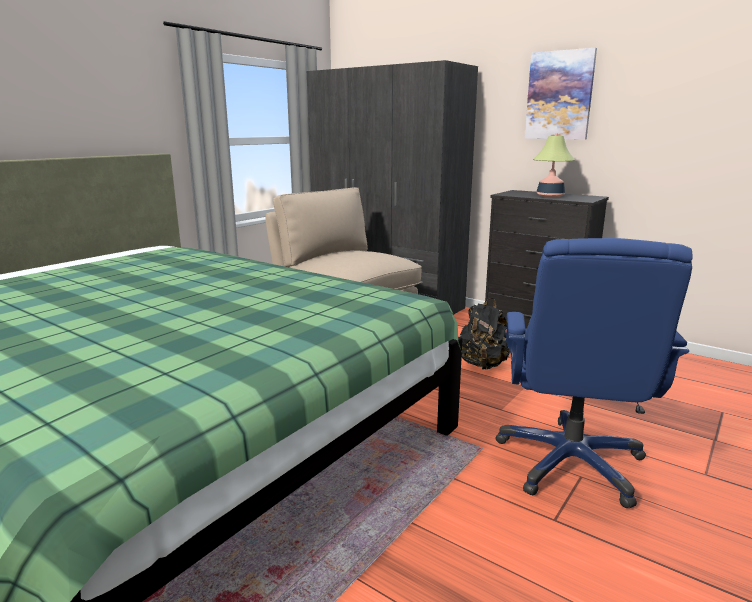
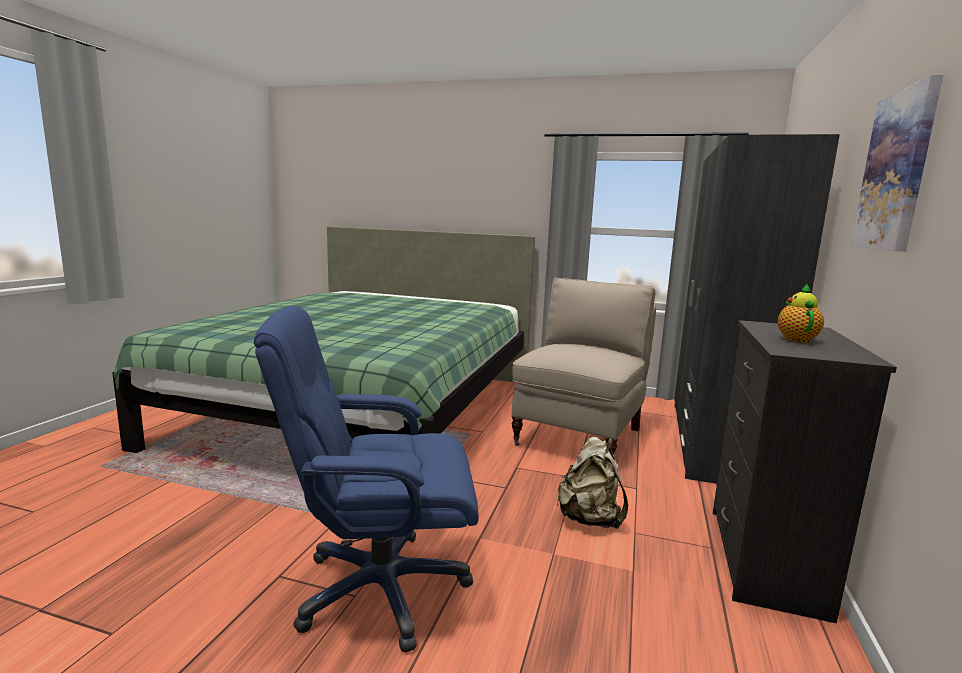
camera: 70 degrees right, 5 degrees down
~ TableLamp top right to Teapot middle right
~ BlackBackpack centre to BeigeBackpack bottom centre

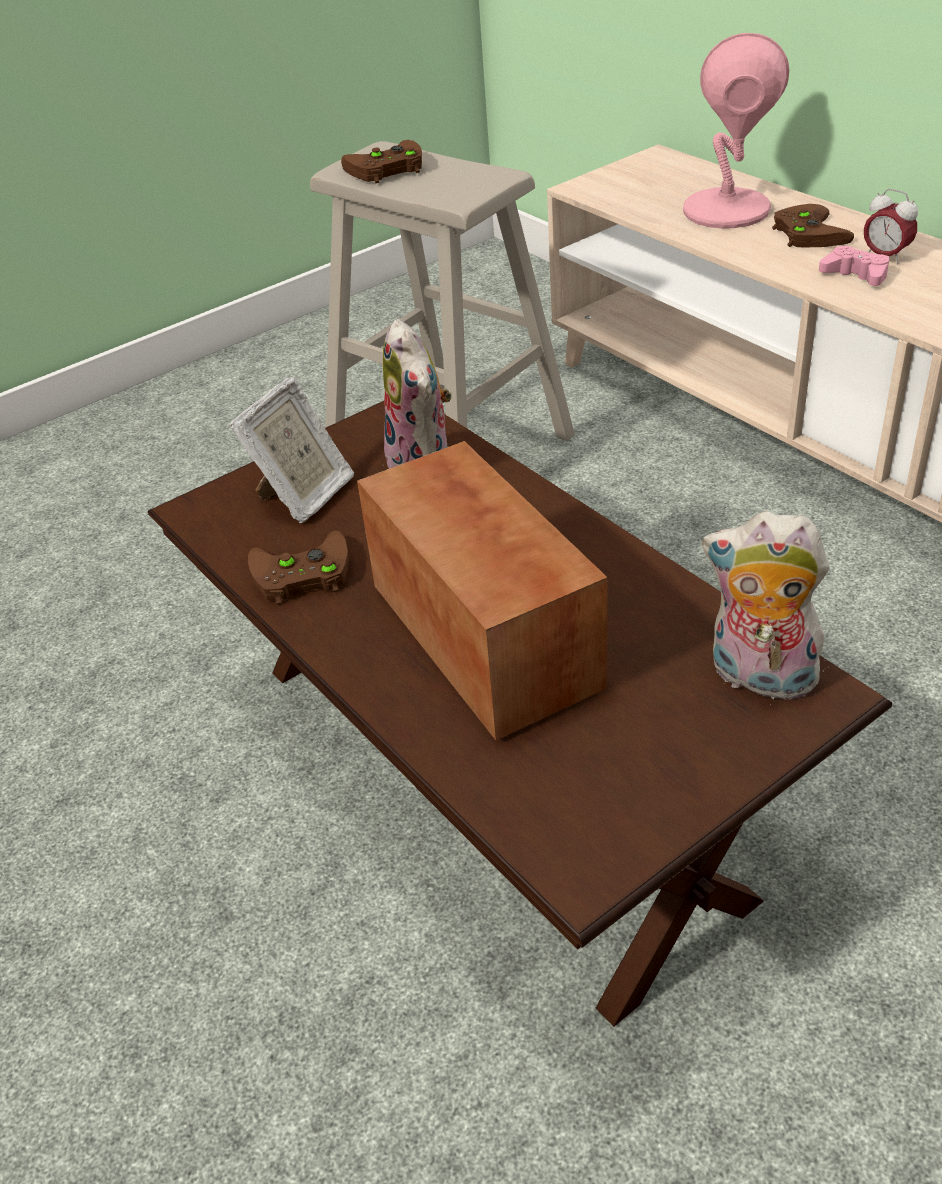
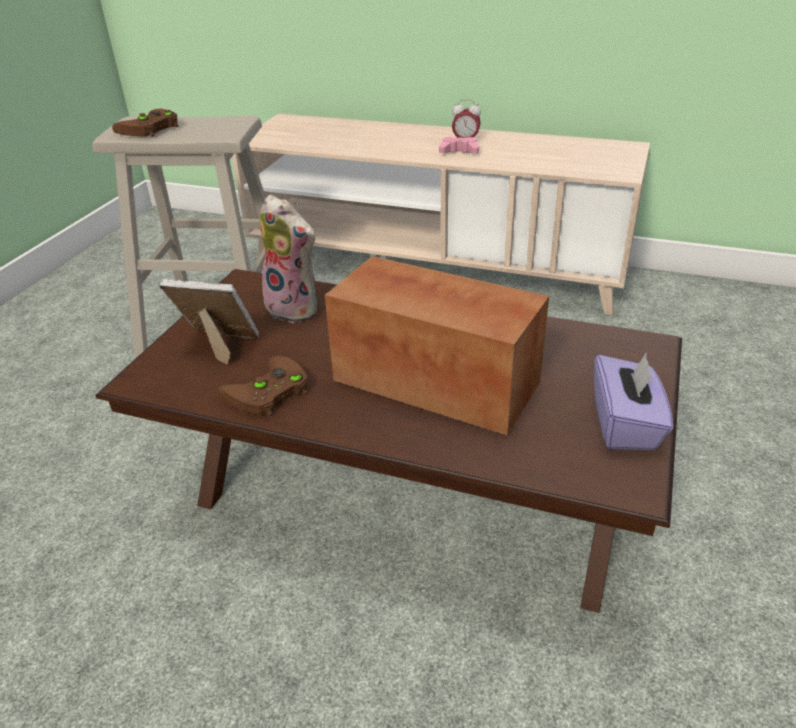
camera: 35 degrees left, 5 degrees down
- PinkTableLamp top right
- PlushToy (2nd from left) middle right
- BrownGameController (3rd from left) top right
+ PurpleTissueBox middle right
~ PictureFrame middle left = middle left 75 degrees counterclockwise

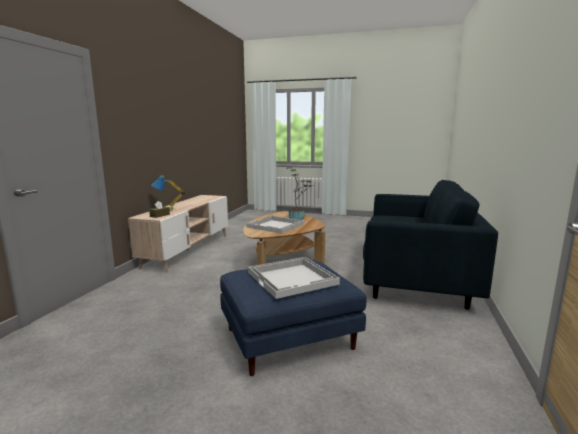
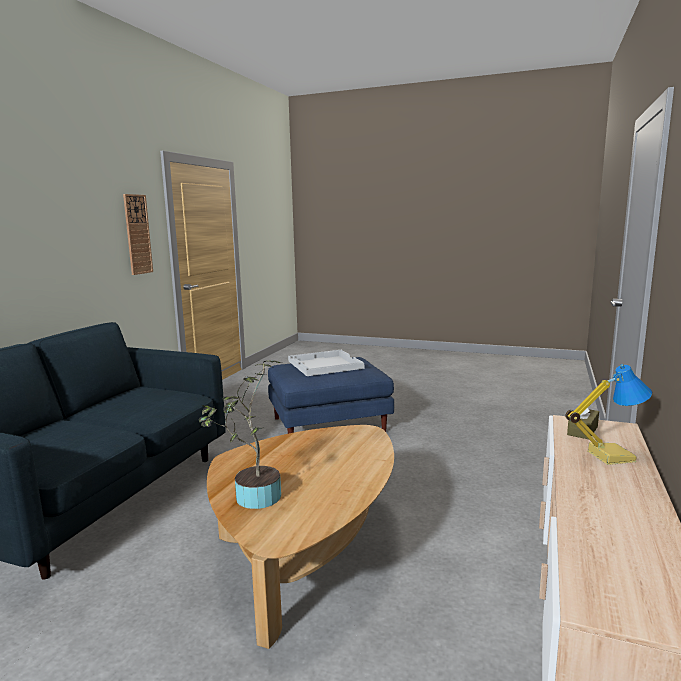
camera: 175 degrees left, 0 degrees up
- WhiteTray (1st from left) centre
+ WallClock middle left

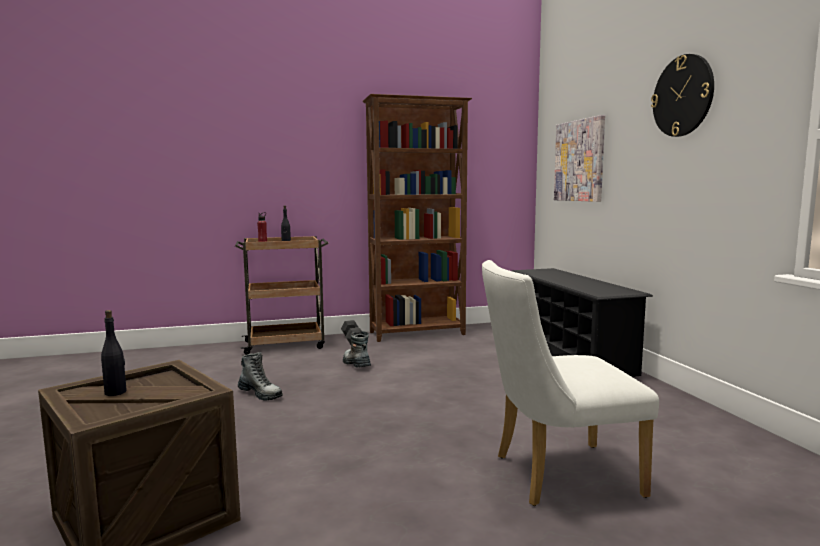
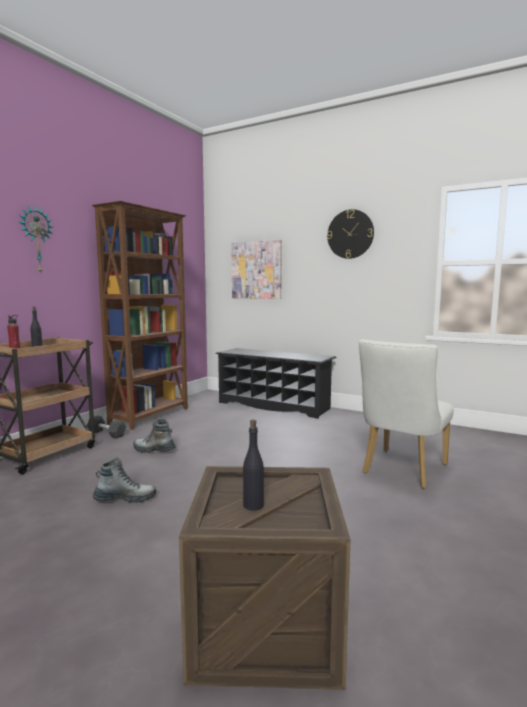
camera: 45 degrees left, 0 degrees up
+ WallClock (1st from left) middle left

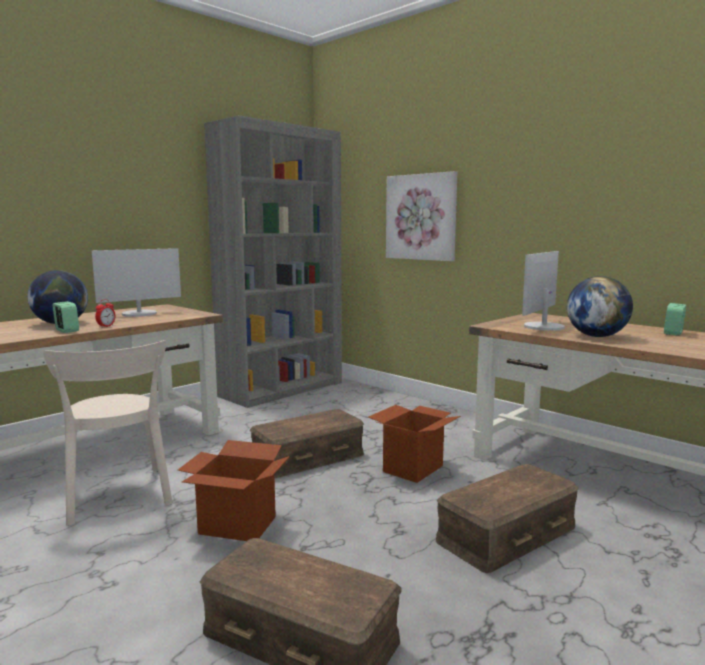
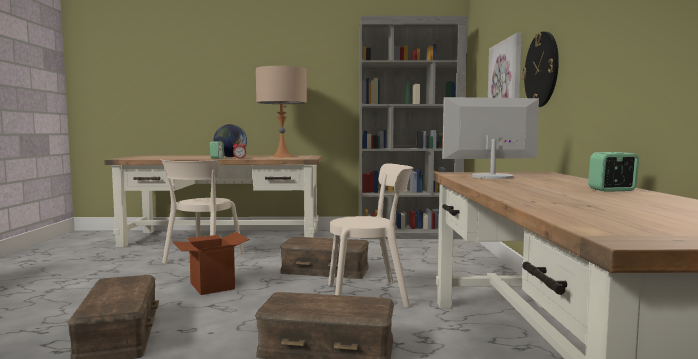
camera: 45 degrees right, 5 degrees down
- Globe (2nd from left) middle right
+ WallClock top right
~ Monitor (1st from left) middle left to BeigeTableLamp top centre
~ CardboardBox (2nd from left) bottom centre to BeigeChair (2nd from left) centre

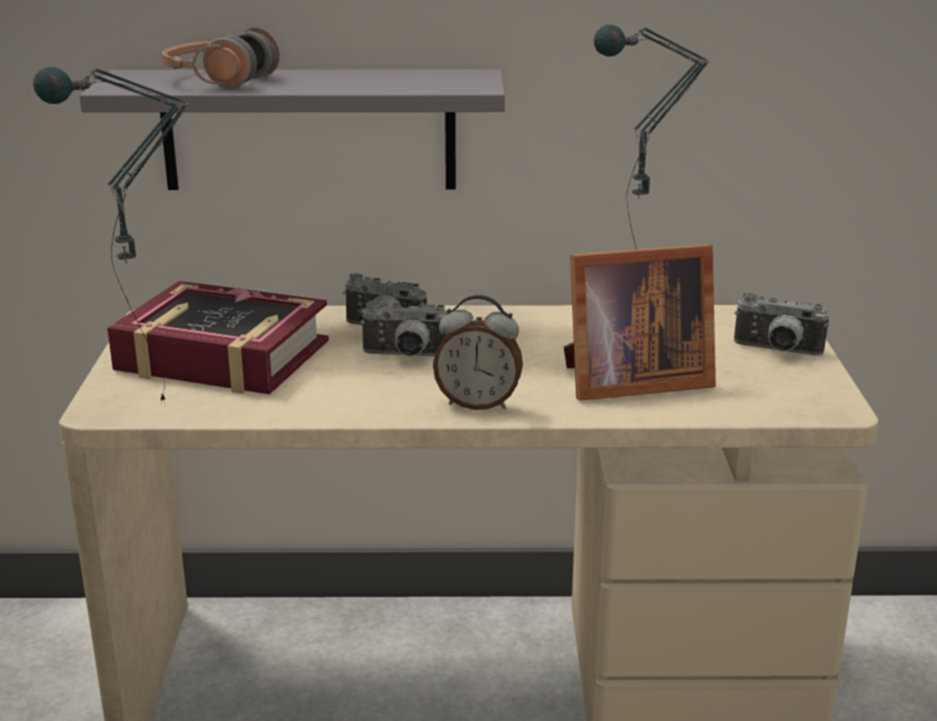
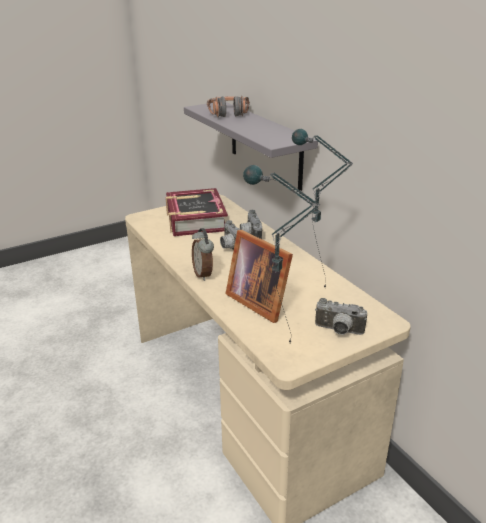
camera: 60 degrees right, 5 degrees up
~ TableLamp (1st from left) top left to centre
~ PhotoCamera (3rd from left) middle right = middle right 60 degrees counterclockwise

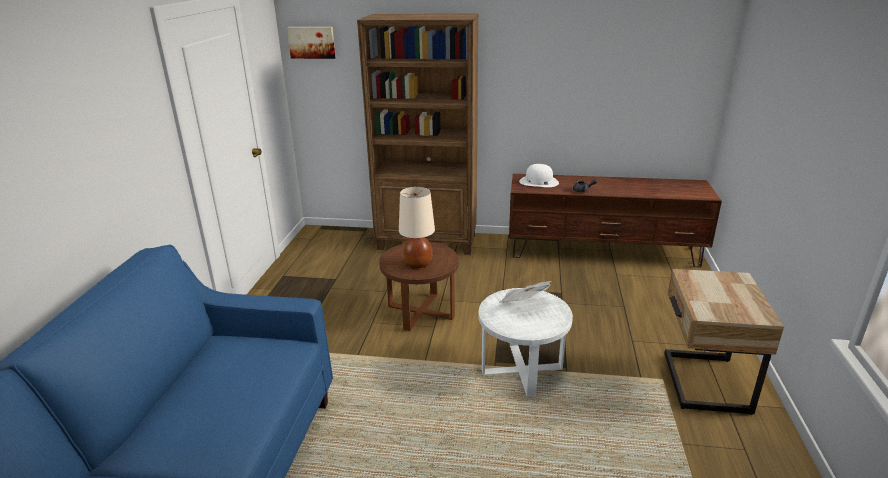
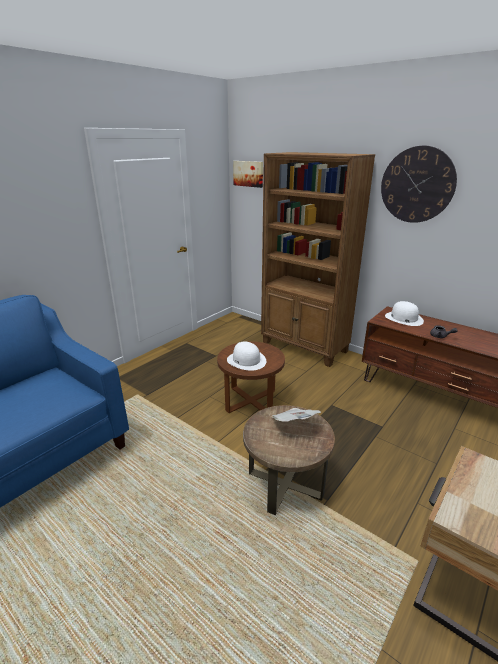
camera: 30 degrees right, 0 degrees up
+ WallClock top right
~ BeigeTableLamp centre to WhiteHat (1st from left) centre
~ WhiteSideTable bottom centre to BrownSideTable (2nd from left) bottom centre

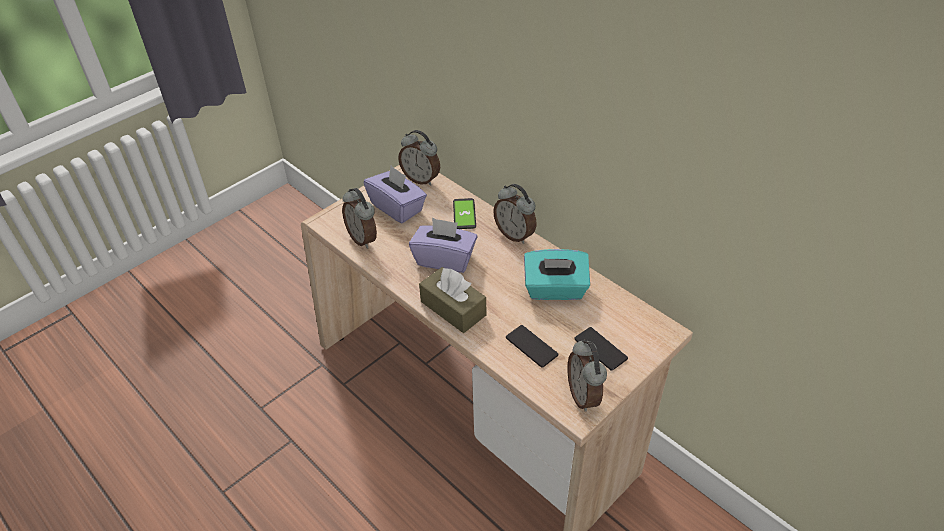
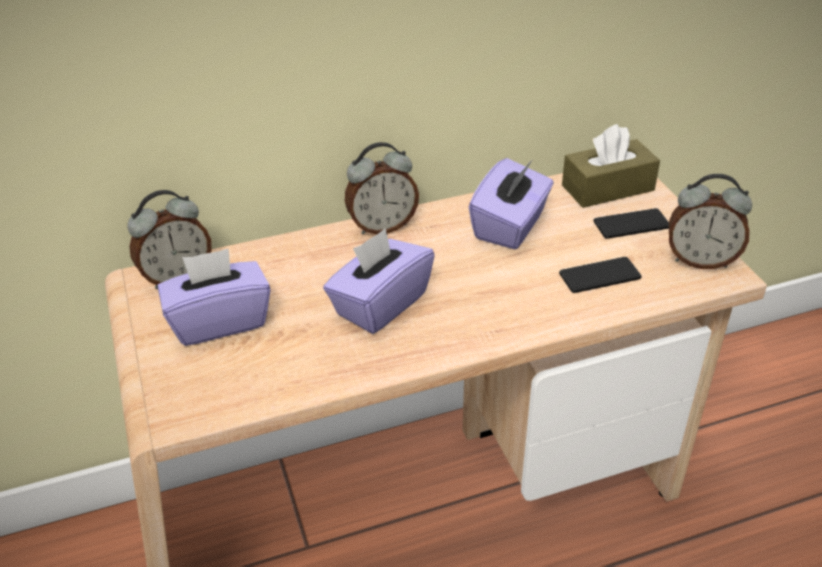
camera: 65 degrees left, 5 degrees down
- AlarmClock (1st from left) centre
- Phone (1st from left) centre
~ BrownTissueBox centre to top right
~ TurquoiseTissueBox centre to PurpleTissueBox (3rd from left) centre

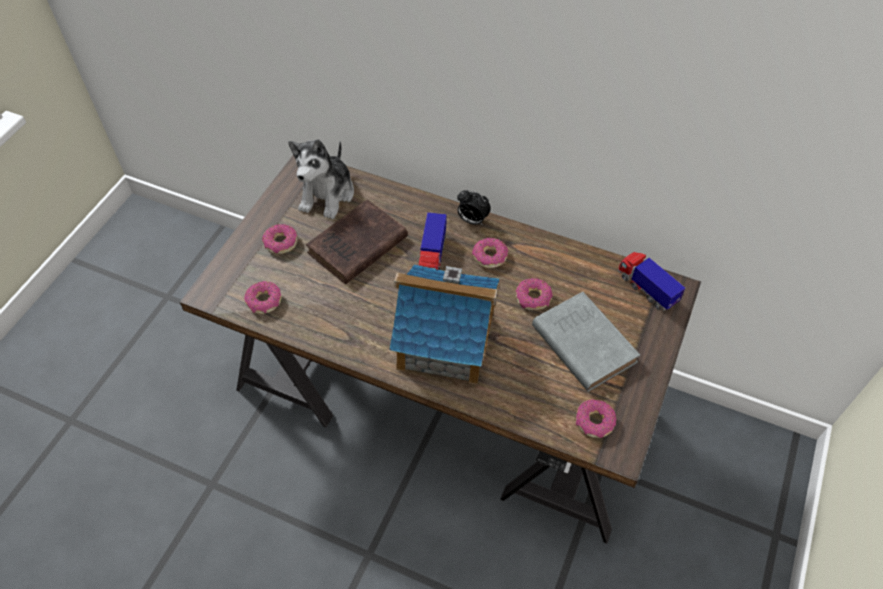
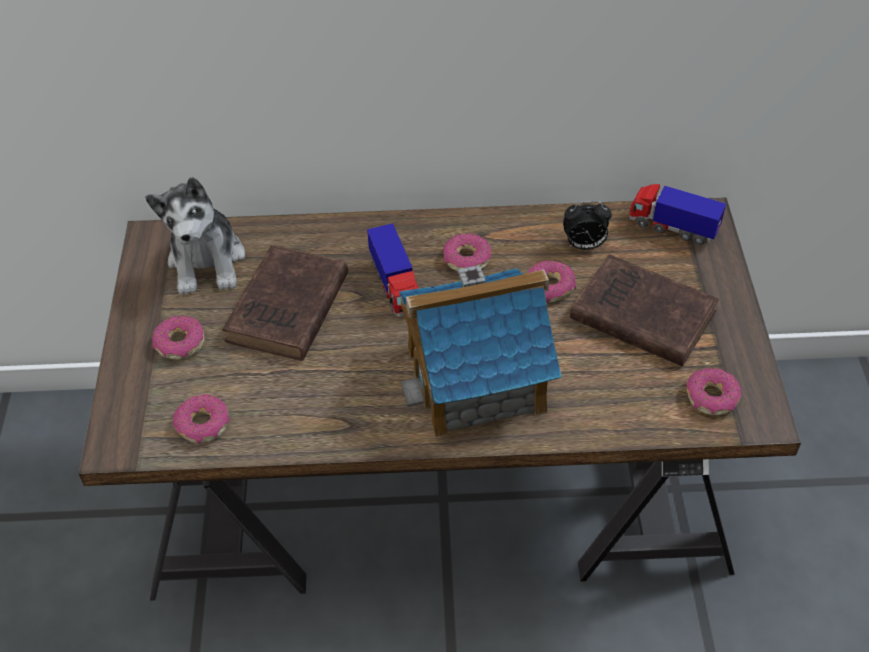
camera: 25 degrees left, 5 degrees down
~ AlarmClock centre to middle right
~ GreyBook centre to BrownBook (2nd from left) middle right

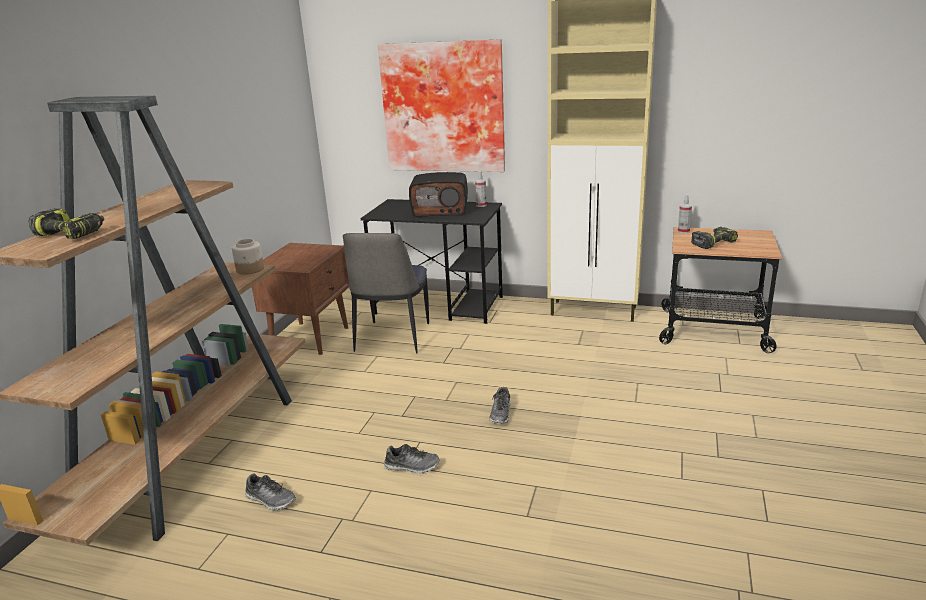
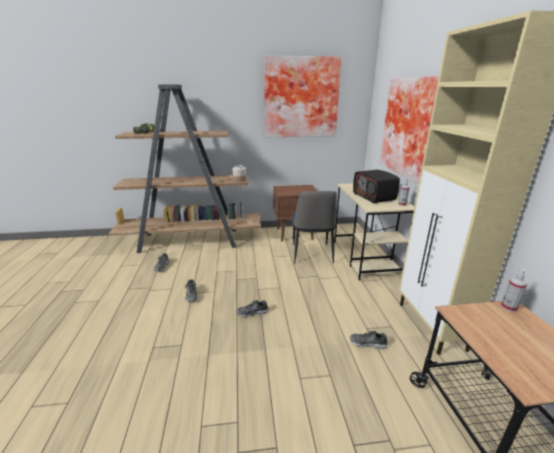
camera: 65 degrees right, 0 degrees up
- PowerDrill (2nd from left) middle right
+ Picture (1st from left) top centre
+ Shoe (4th from left) bottom centre
~ BlackDesk centre to BeigeDesk middle right
~ Chair centre = centre 75 degrees counterclockwise

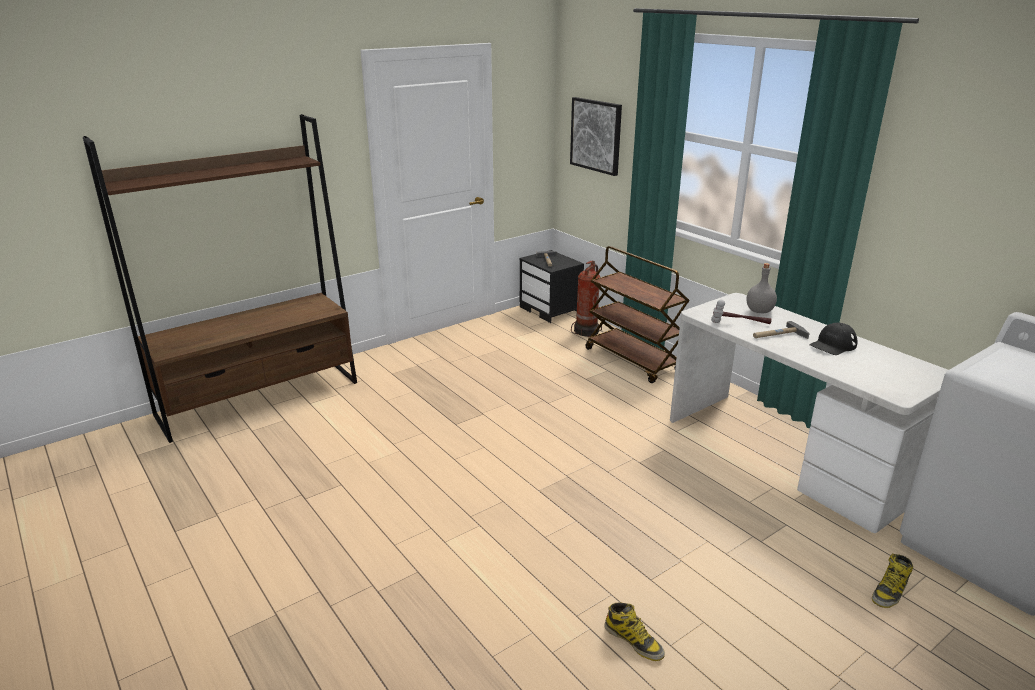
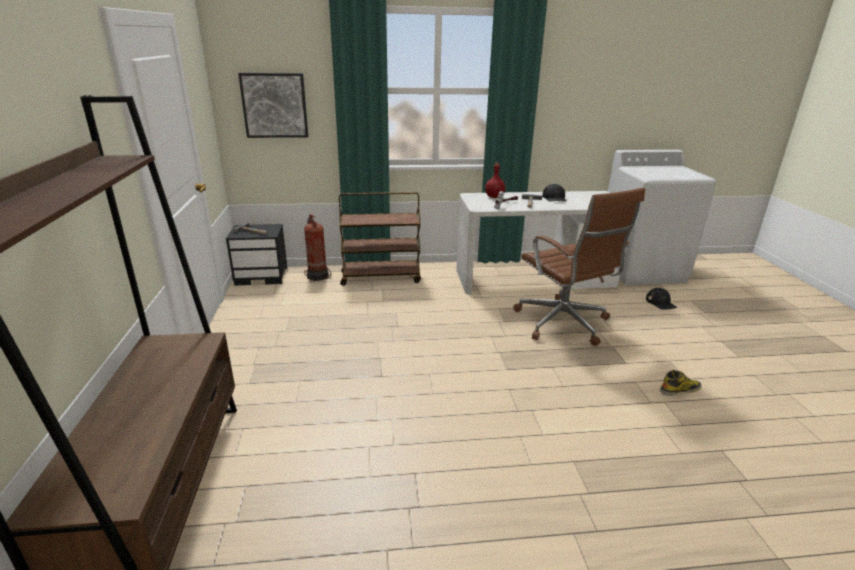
camera: 60 degrees left, 0 degrees up
+ BrownOfficeChair middle right
~ Boot (2nd from left) bottom right to BlackCap (2nd from left) middle right
~ GreyBottle middle right to RedBottle top centre

